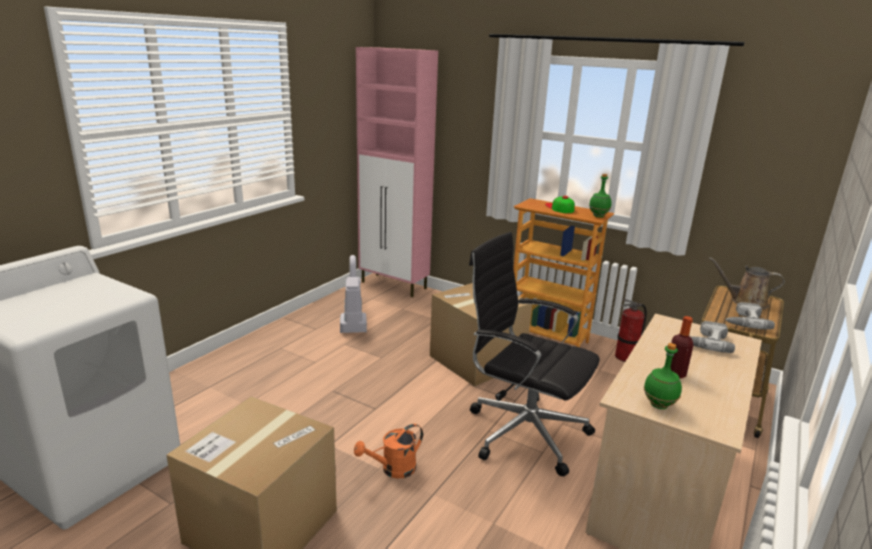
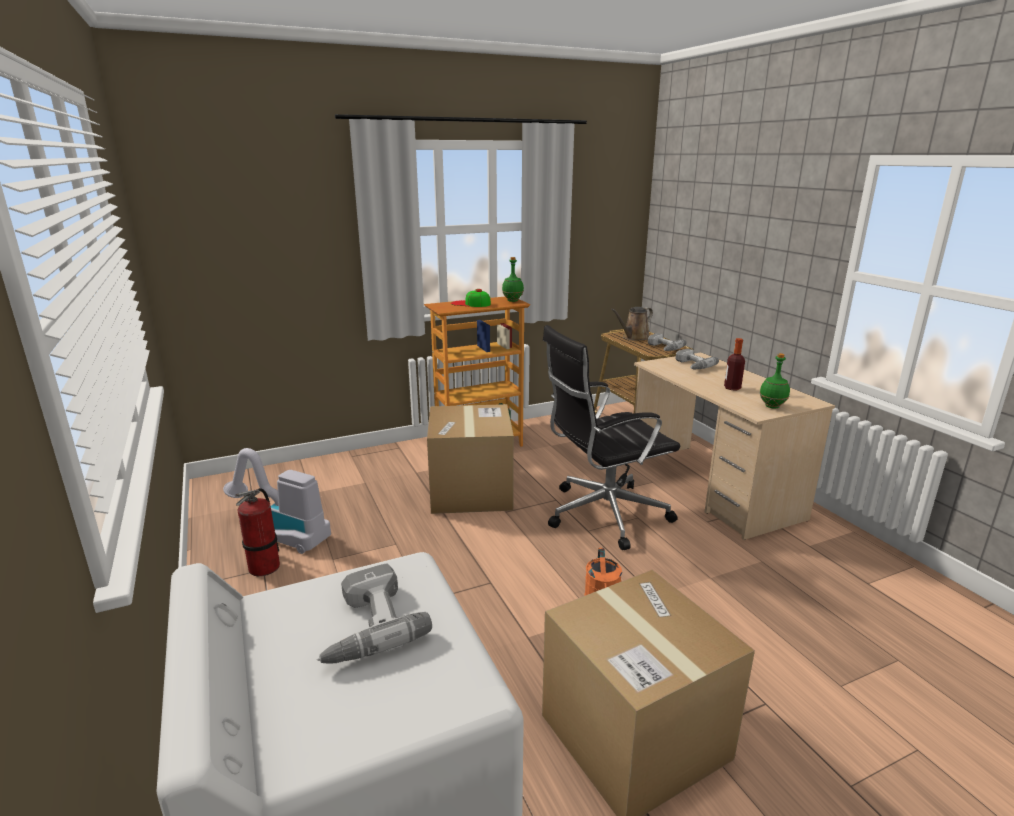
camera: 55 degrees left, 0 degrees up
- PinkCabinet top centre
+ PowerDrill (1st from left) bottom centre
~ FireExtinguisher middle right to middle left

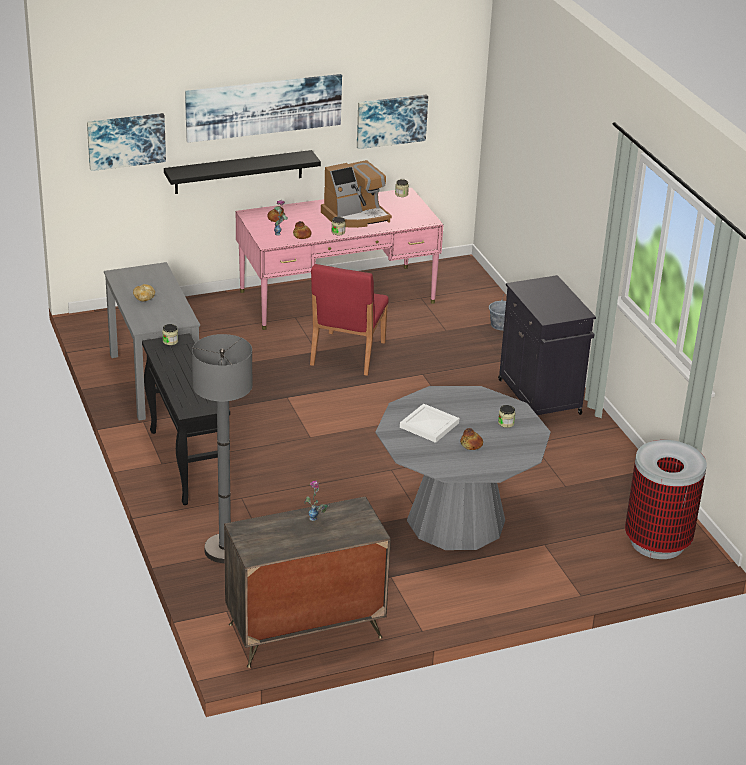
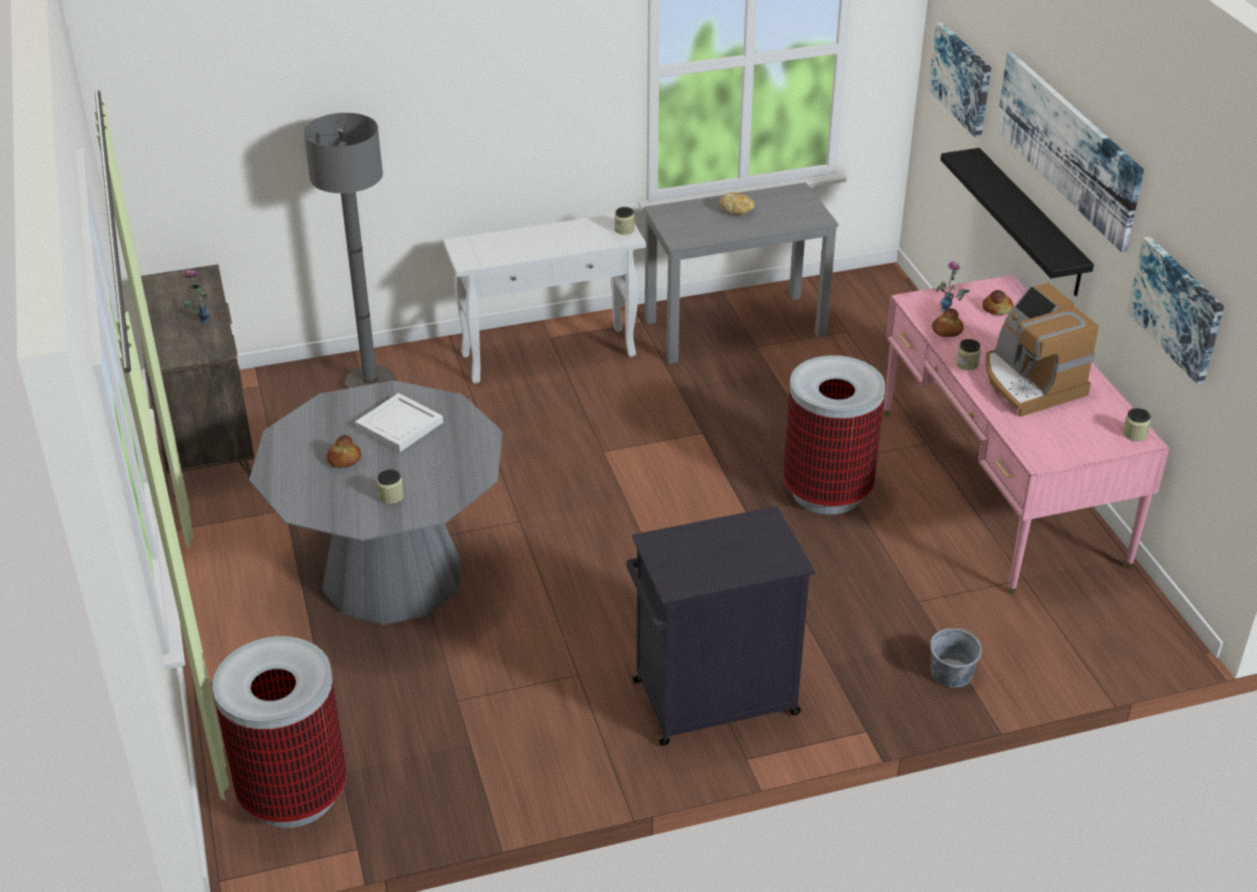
camera: 95 degrees right, 5 degrees up
~ RedChair centre to TrashCan (2nd from left) centre
~ BlackConsoleTable middle left to WhiteConsoleTable centre

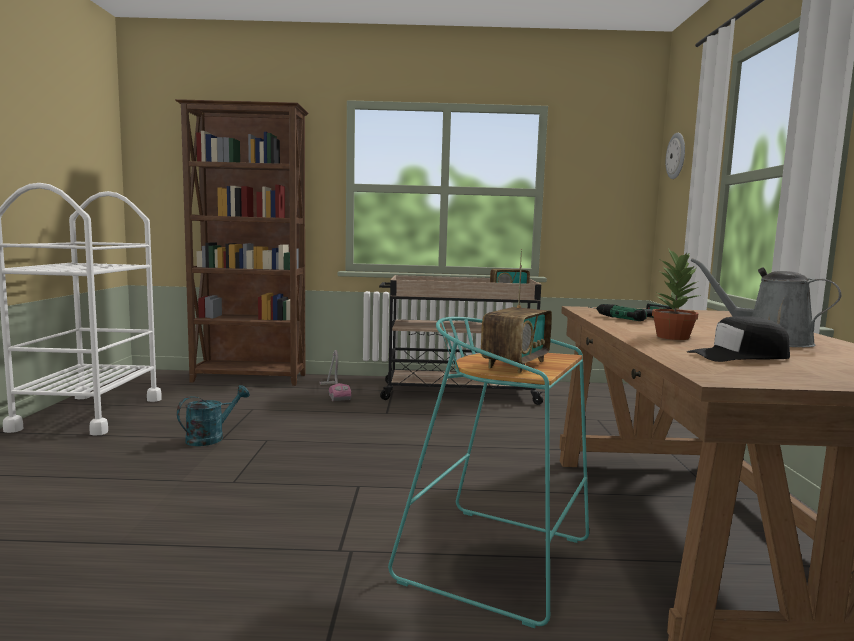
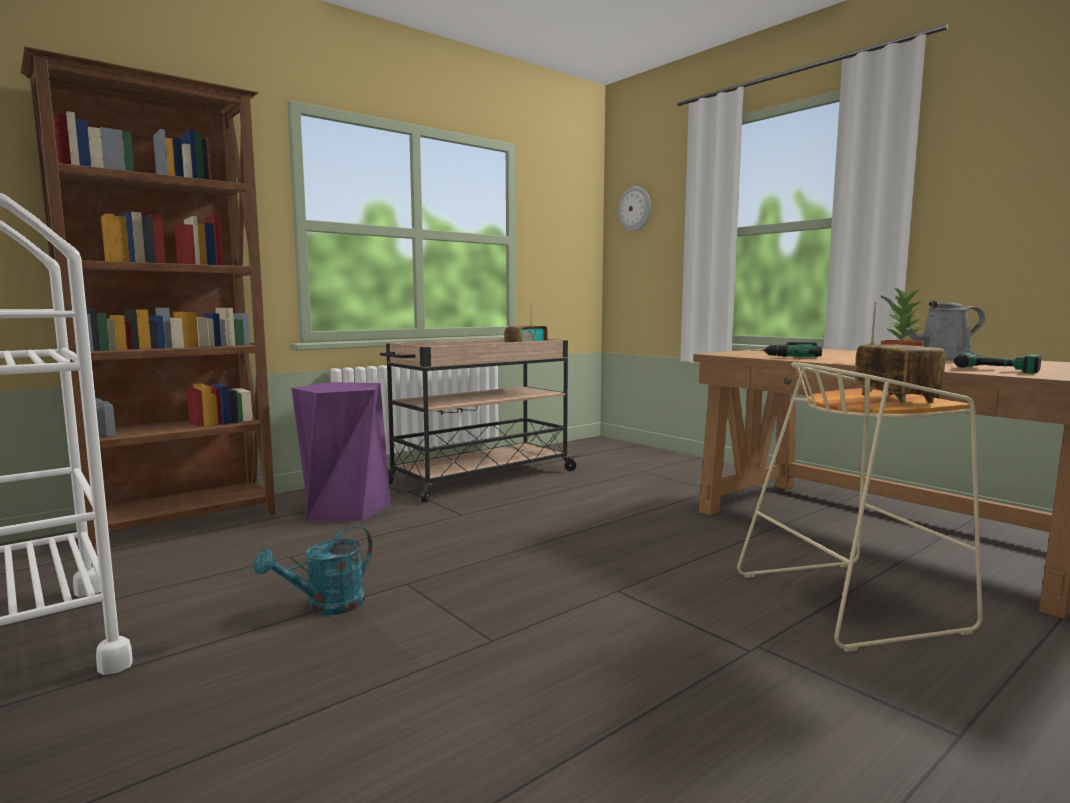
camera: 40 degrees left, 0 degrees up
~ VacuumCleaner centre to PurpleStool middle left
~ BlackCap middle right to PowerDrill (2nd from left) middle right
~ TurquoiseStool bottom centre to BeigeStool middle right
~ TurquoiseWateringCan middle left = bottom left 135 degrees counterclockwise

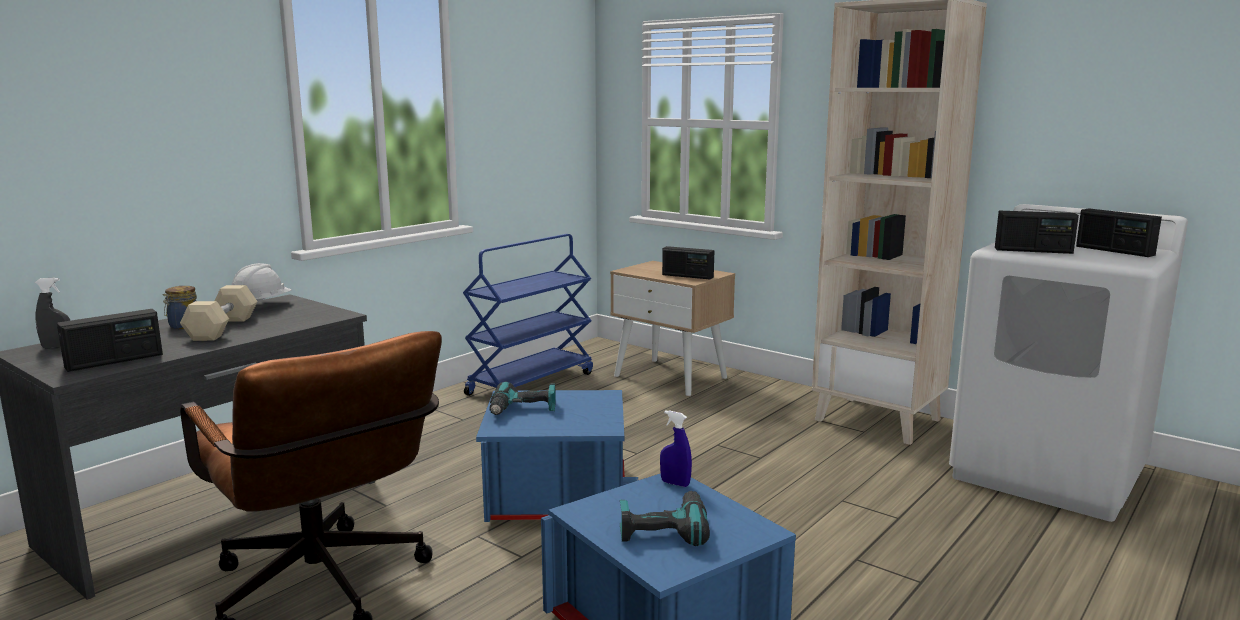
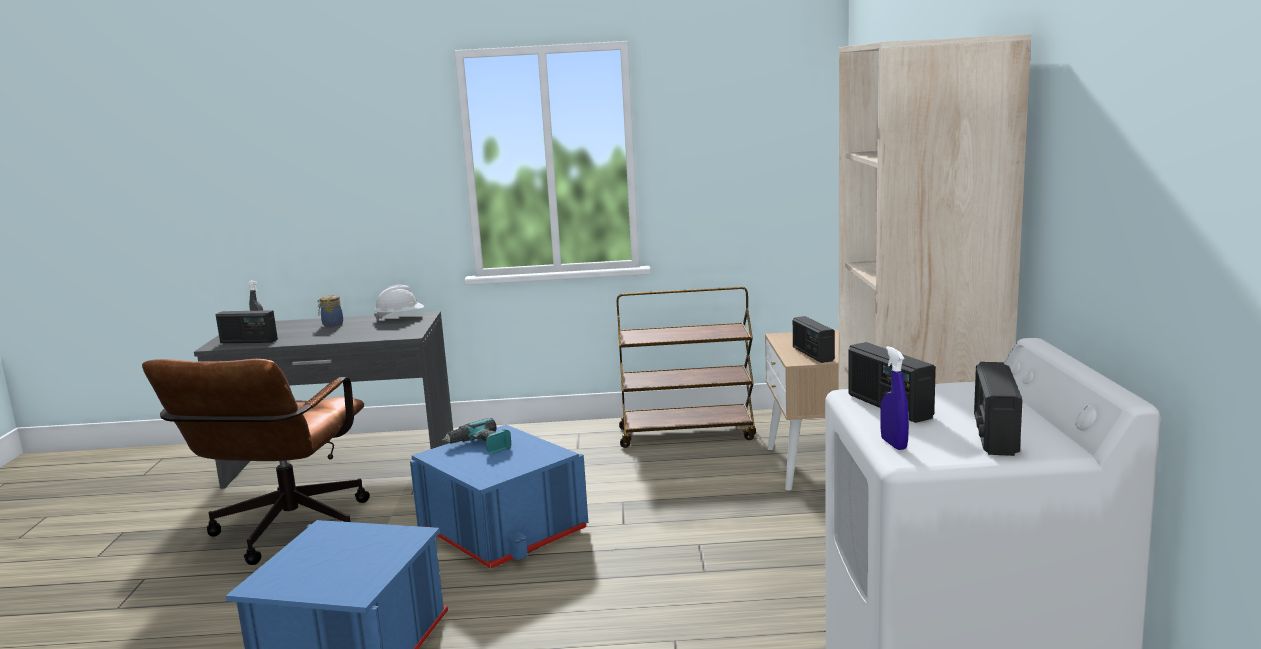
camera: 50 degrees right, 0 degrees up
- BeigeDumbbell middle left
- PowerDrill (2nd from left) bottom centre
~ BlueSprayBottle bottom centre to middle right
~ BlueCart centre to BrownCart centre

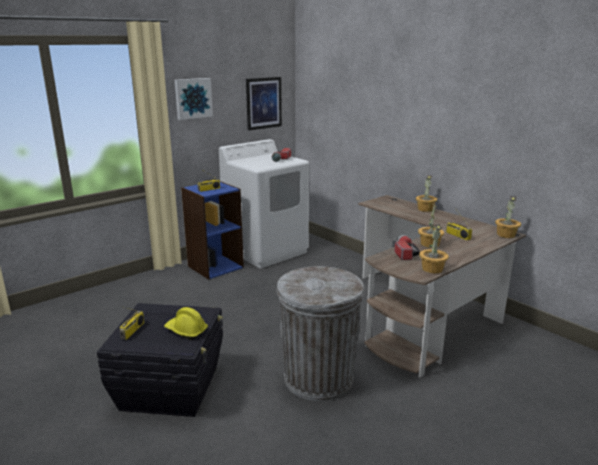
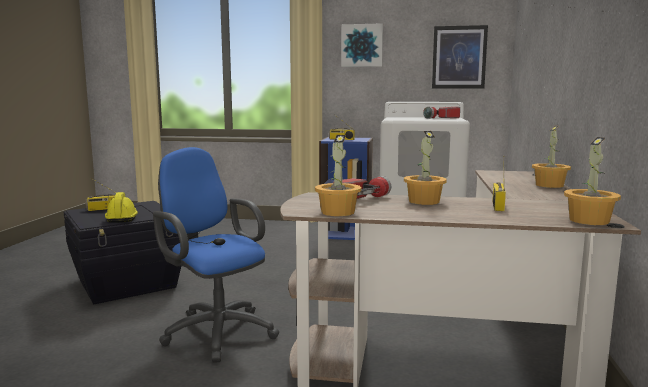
camera: 50 degrees right, 10 degrees down
~ GreyTrashCan bottom centre to BlueOfficeChair centre

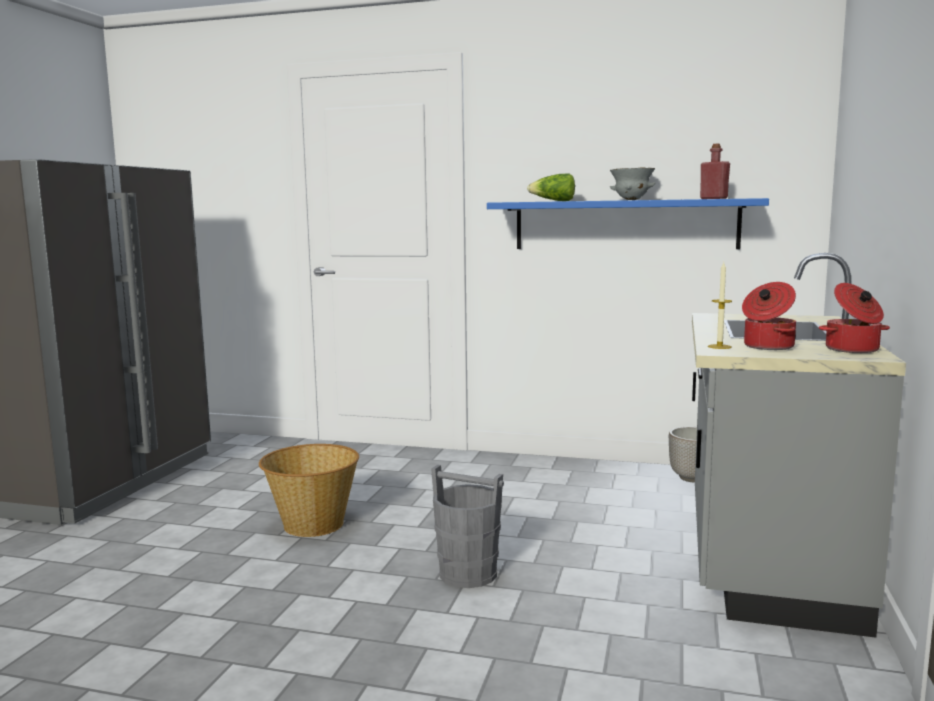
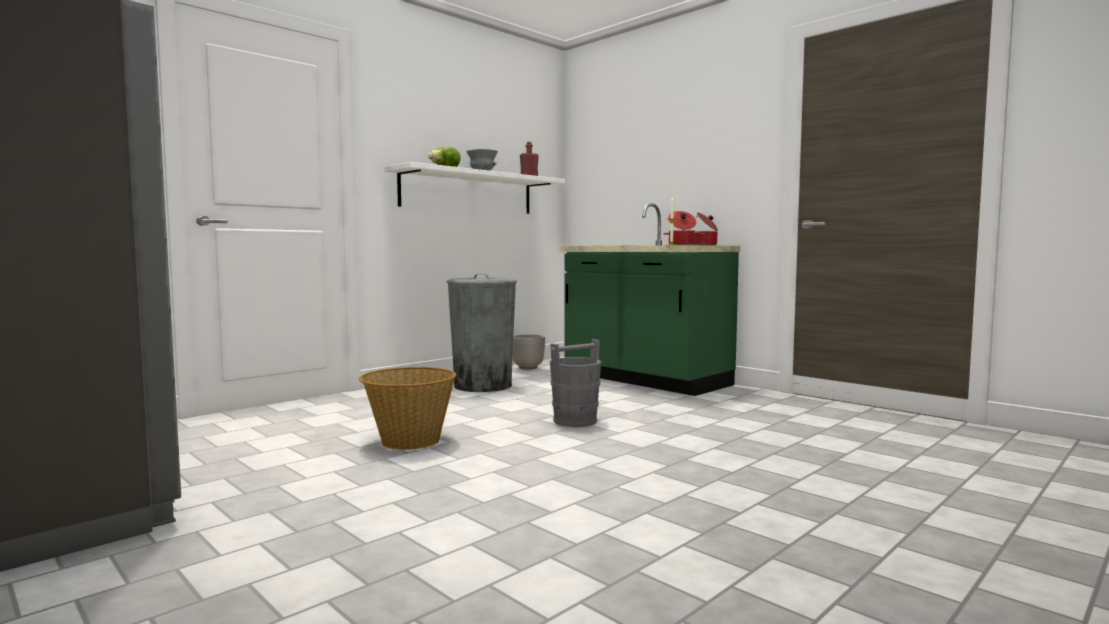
camera: 60 degrees left, 5 degrees down
+ GreyTrashCan centre
~ BlueShelf top right to WhiteShelf top centre
~ GreyCounter middle right to GreenCounter centre

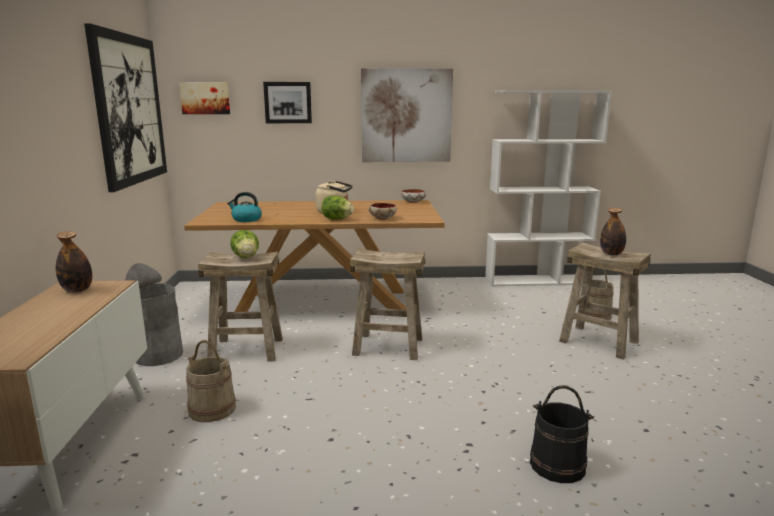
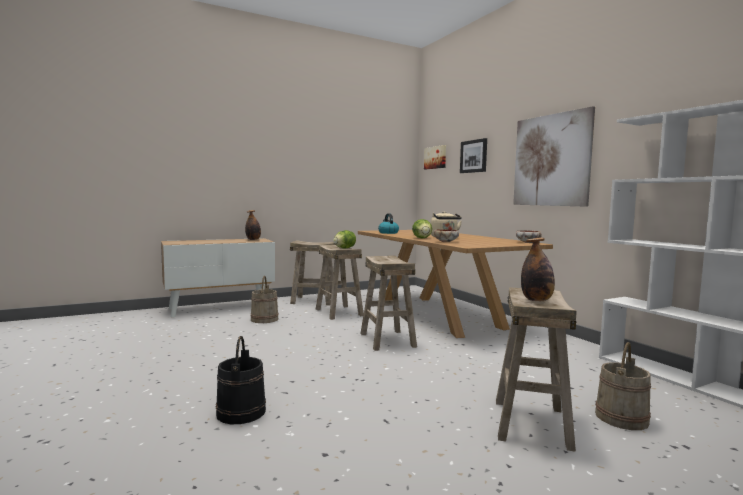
camera: 65 degrees right, 10 degrees down
- Picture (1st from left) top left
~ GreyTrashCan middle left to BeigeStool (1st from left) centre

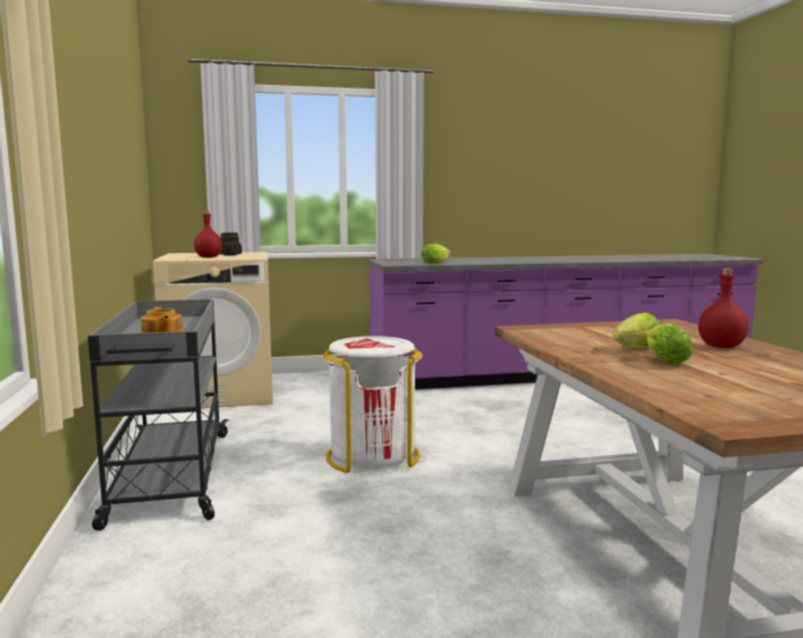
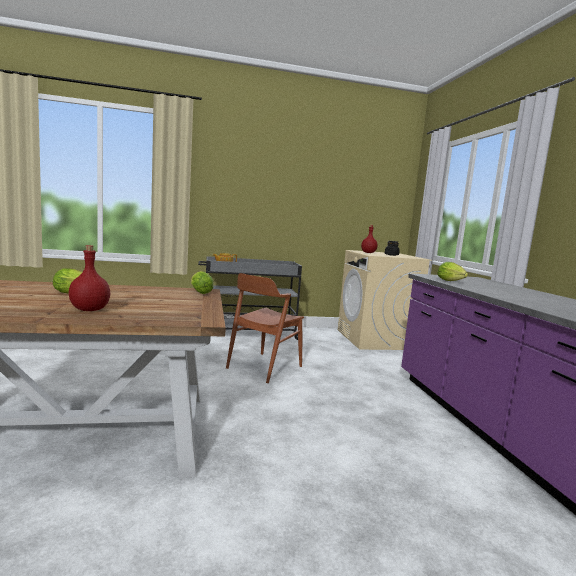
camera: 90 degrees right, 0 degrees up
~ Lettuce (2nd from left) middle right to centre
~ WhiteTrashCan centre to BrownChair centre

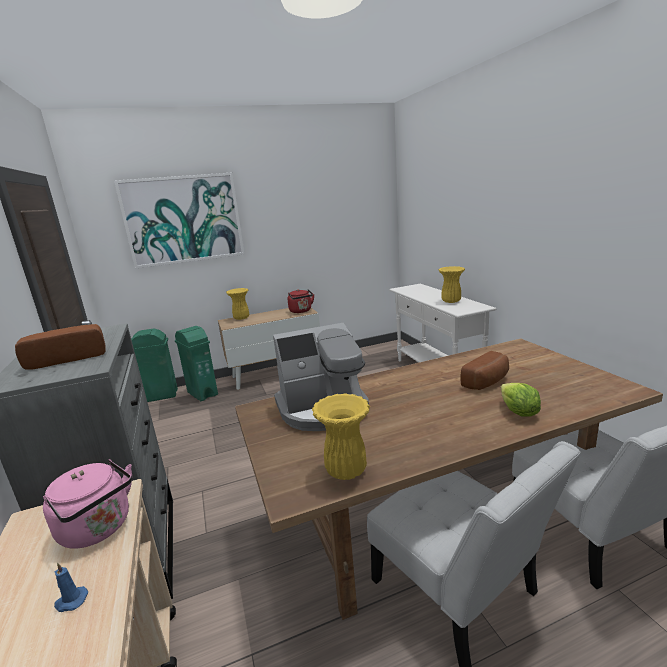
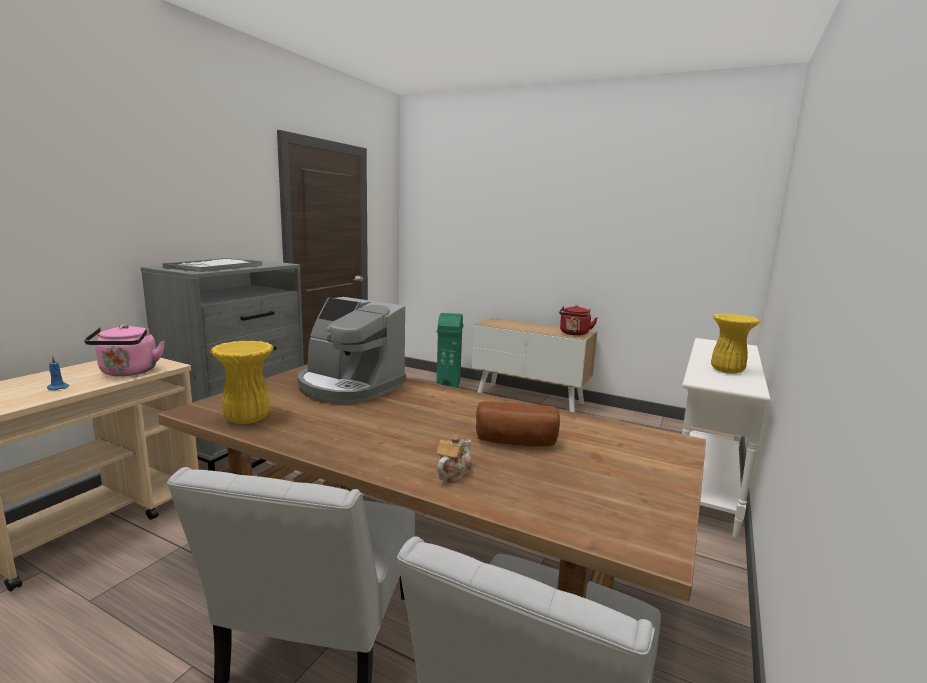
camera: 45 degrees right, 5 degrees down
- Picture top left
- GreenTrashCan (1st from left) middle left
- YellowVase (1st from left) centre
~ Bread (1st from left) middle left to Tray middle left
~ Lettuce middle right to Teapot bottom centre

